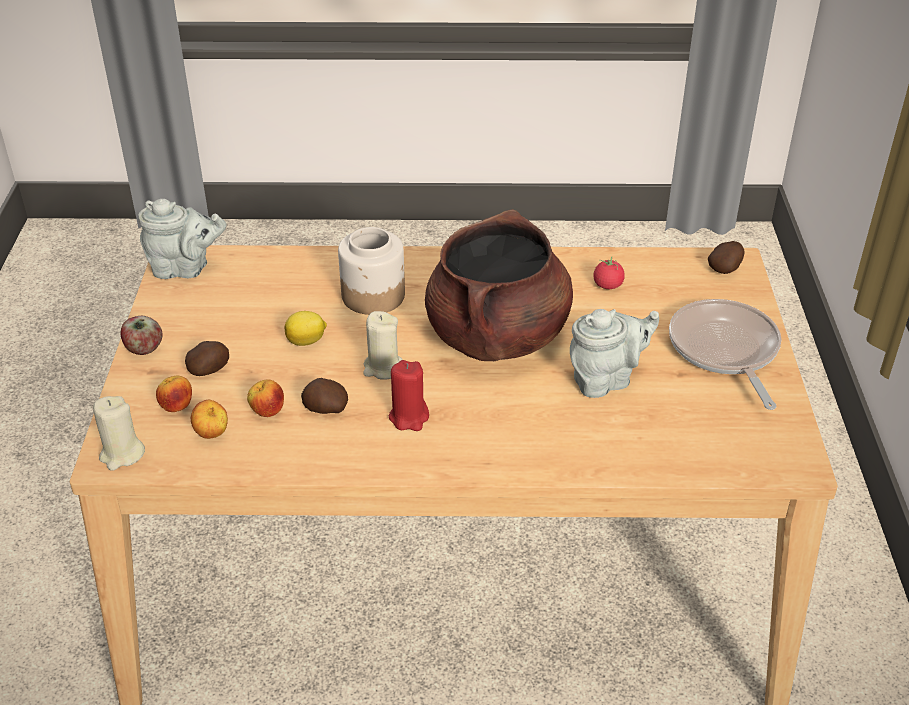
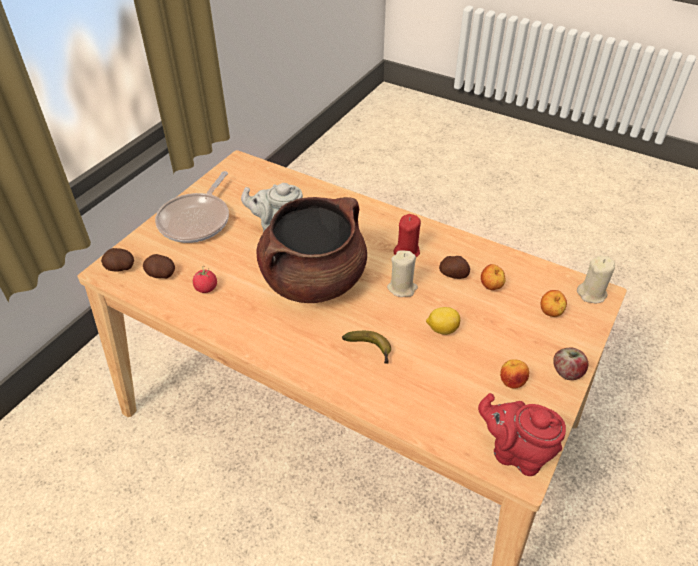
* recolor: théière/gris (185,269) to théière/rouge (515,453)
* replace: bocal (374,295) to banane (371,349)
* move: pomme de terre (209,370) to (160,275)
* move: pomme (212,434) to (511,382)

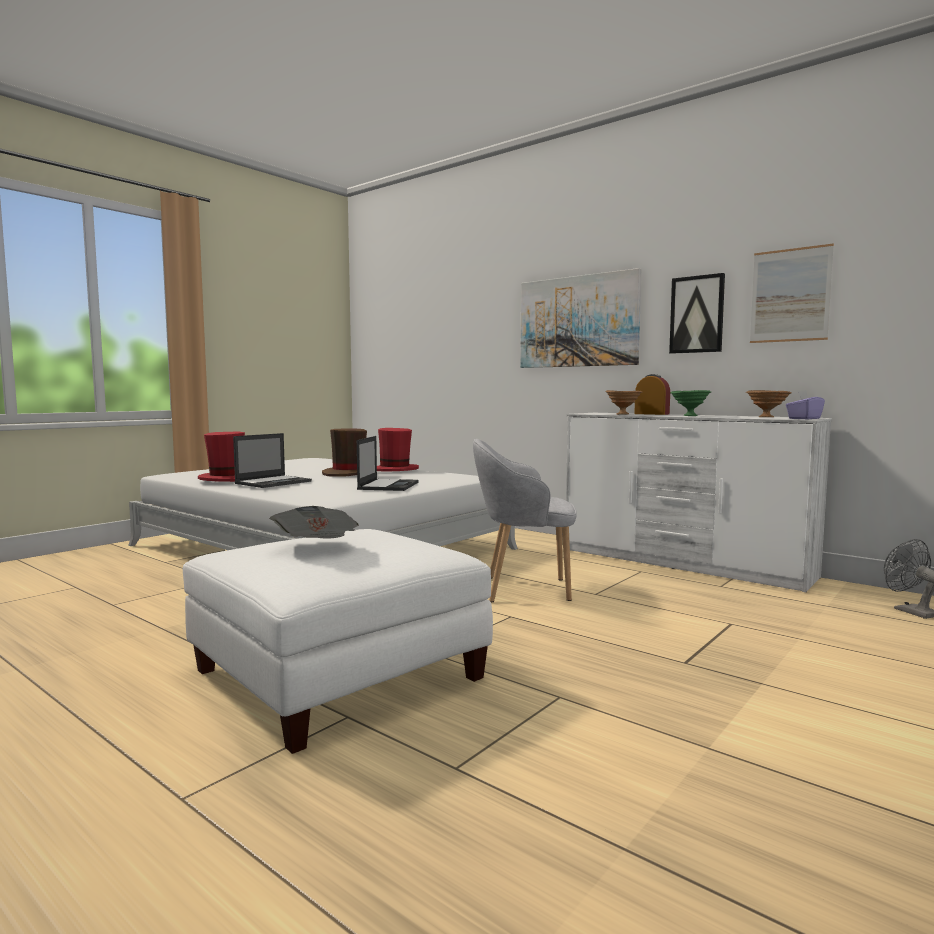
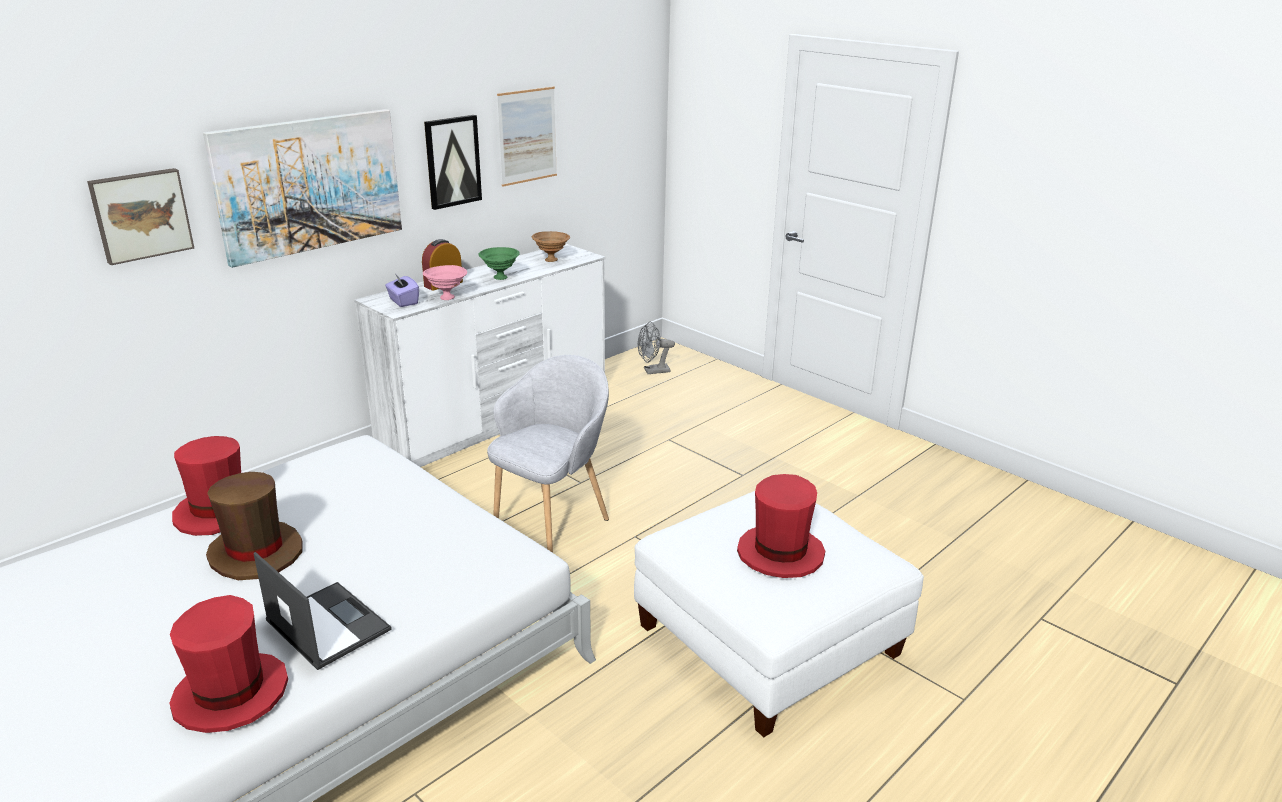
* recolor: bol/marron (622,414) to bol/rose (446,297)
* move: boîte à mouchoirs/violet (804,418) to (403,301)
* delete: ordinateur portable (388,485)
* rotate: fauteuil/gris (523,589) = (553,520) 150 degrees counterclockwise
* replace: journal (317,547) to chapeau/rouge (780,554)
* insert: tableau (141,215)

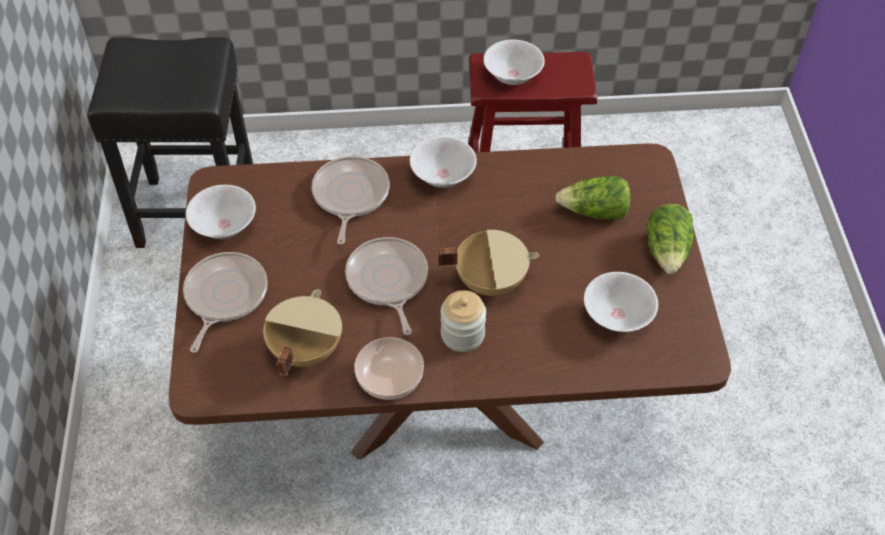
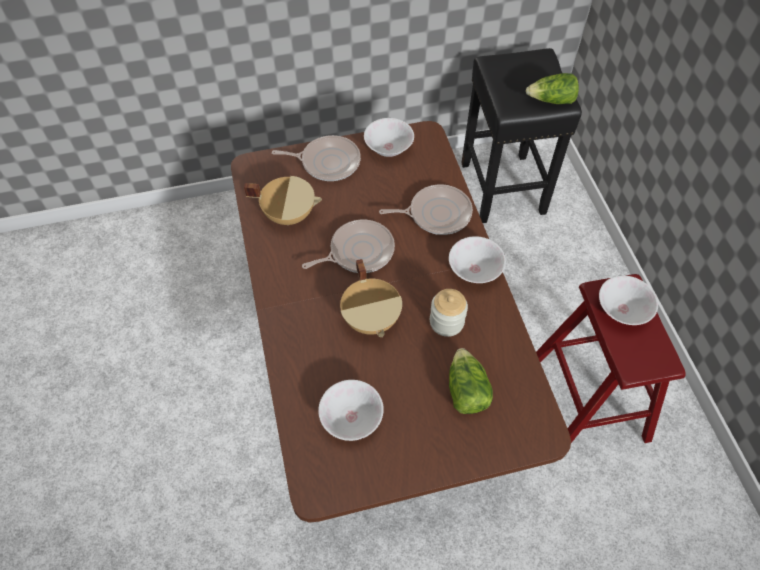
* move: laitue (667,251) to (551,100)
* move: bocal (462,334) to (446,322)
* delete: bol (390,378)

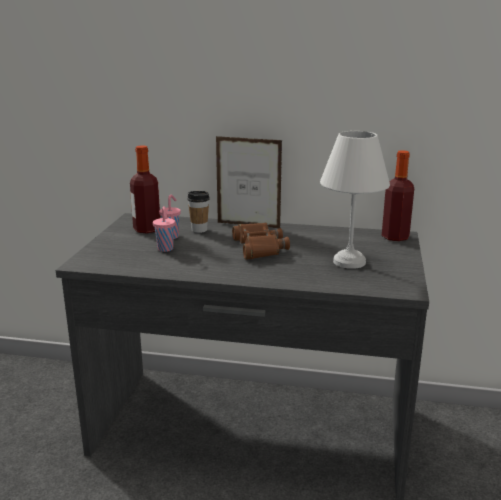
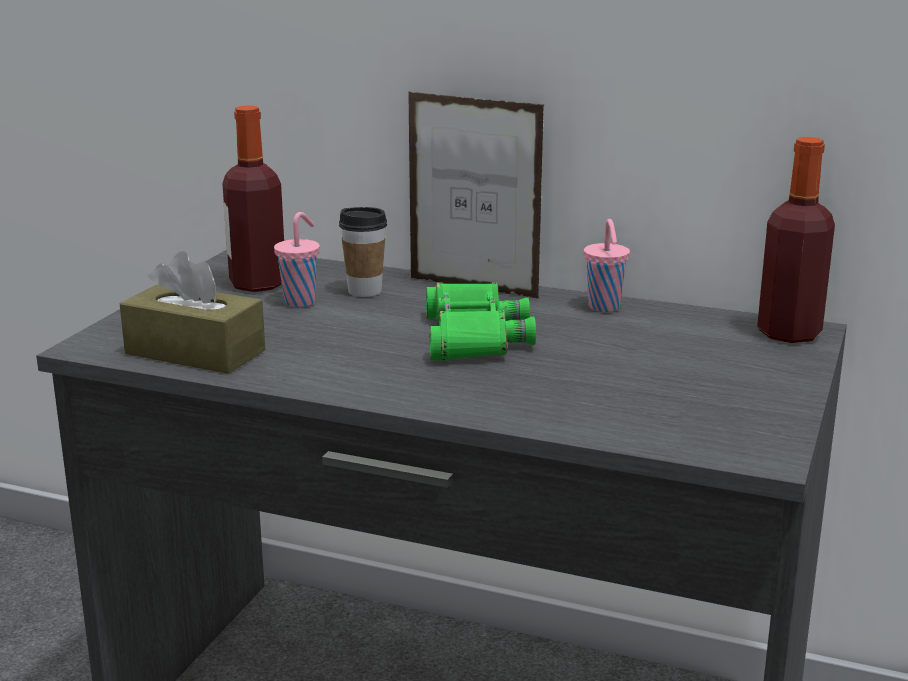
* delete: lampe de table/blanc (350,261)
* move: tasse/rose (165,249) to (604,308)
* recolor: jumelles/marron (259,247) to jumelles/vert (473,337)
* insert: boîte à mouchoirs/marron (195,352)

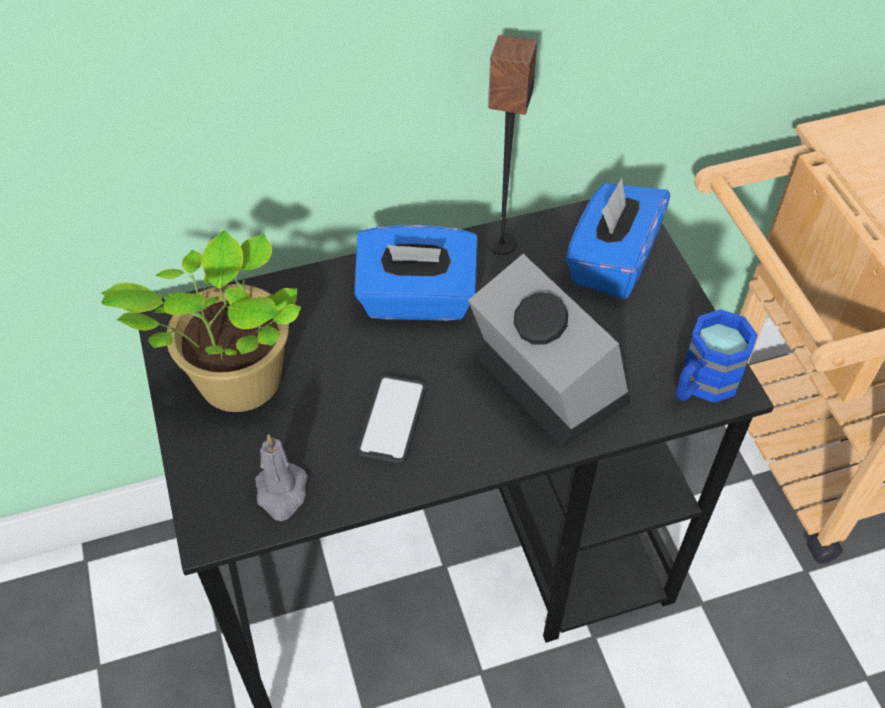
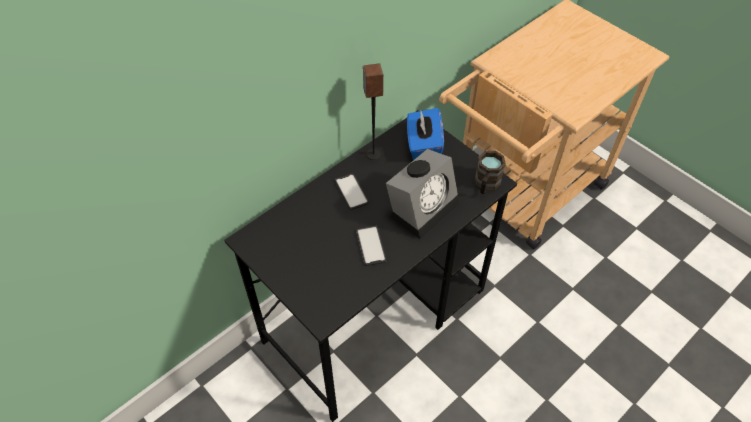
* replace: boîte à mouchoirs/bleu (417,300) to téléphone (351,192)
* delete: plante en pot (234,384)
* rotate: réveil (543,381) = (423,206) 105 degrees clockwise
* recolor: mug/bleu (701,384) to mug/marron (486,184)
* delete: bougie/gris (282,493)

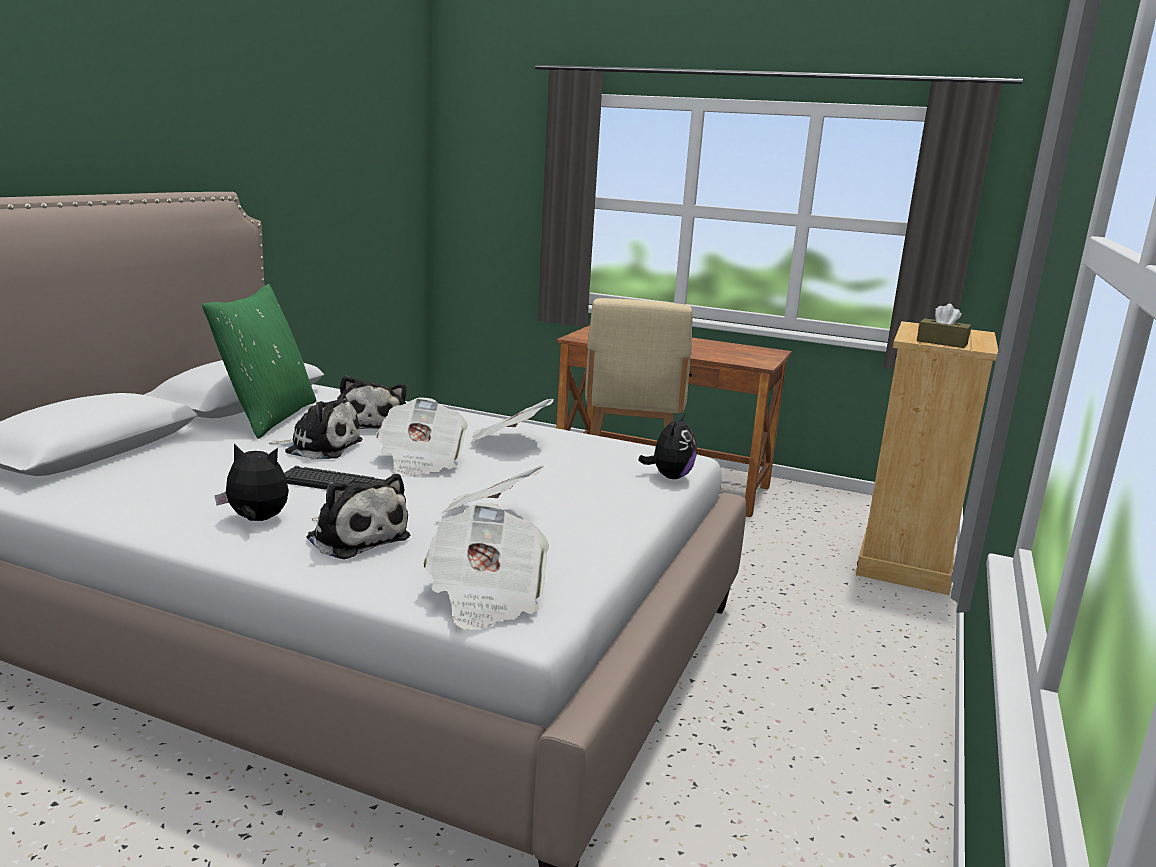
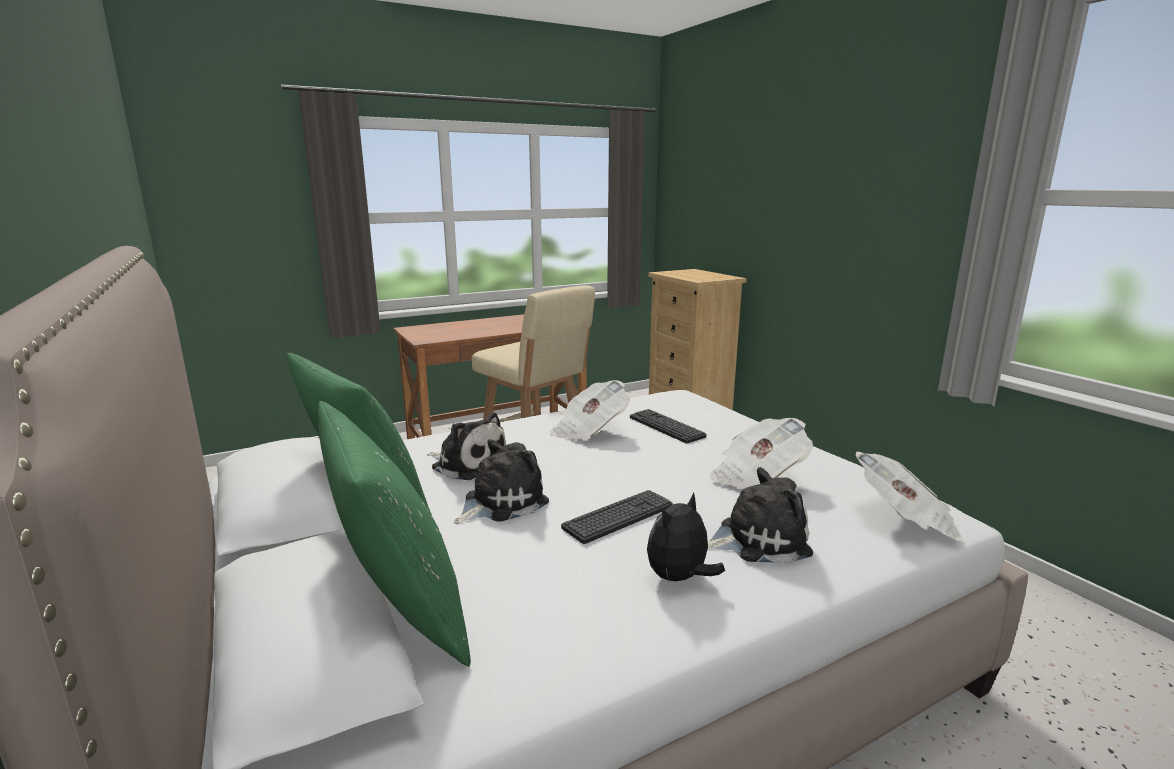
* delete: boîte à mouchoirs/marron (942,342)
* delete: journal (420,461)
* delete: peluche (669,477)
* insert: coussin/vert (400,612)
* insert: clavier (666,427)

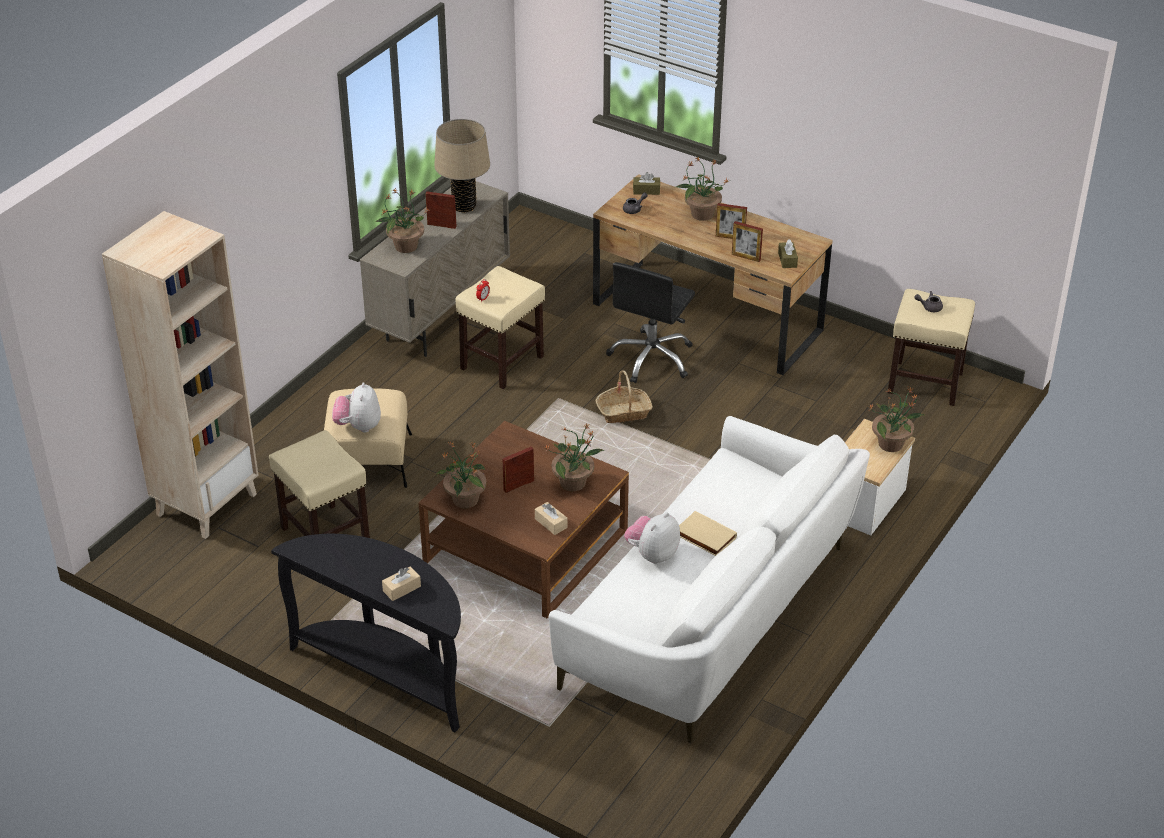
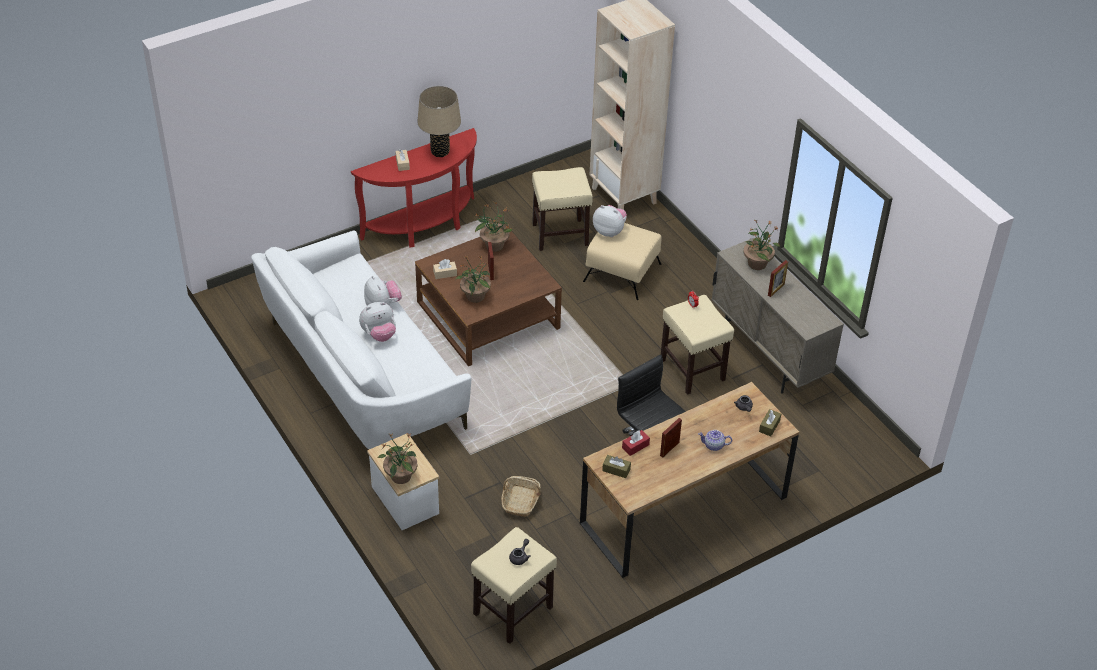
* move: lampe de table/beige (464,206) to (440,152)
* replace: plante en pot (701,214) to théière (714,445)
* replace: cadre photo (746,257) to boîte à mouchoirs/rouge (635,446)
* move: panier (624,412) to (520,501)
* replace: livre/beige (704,537) to peluche (379,334)
* recolor: table console/noir (387,673) to table console/rouge (425,227)

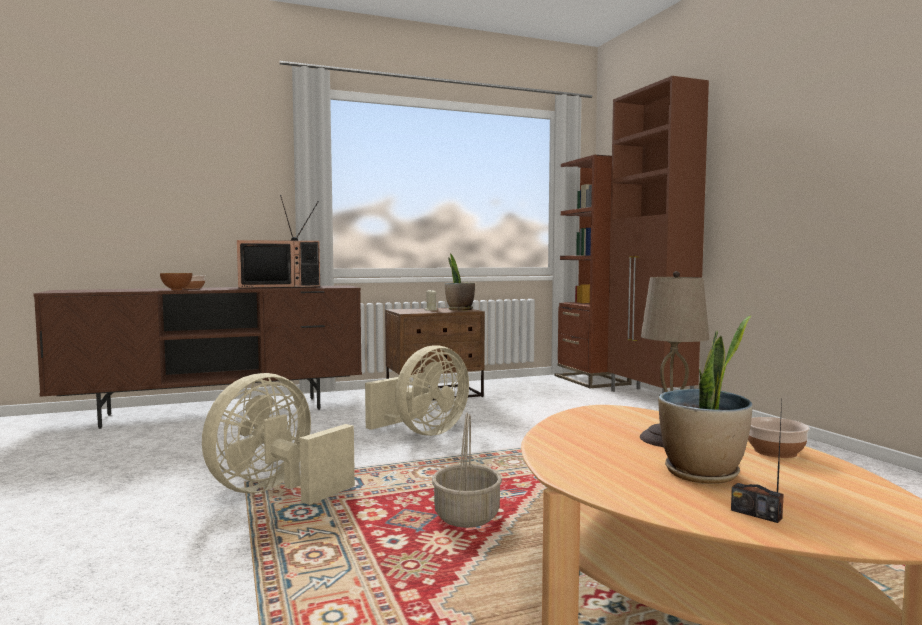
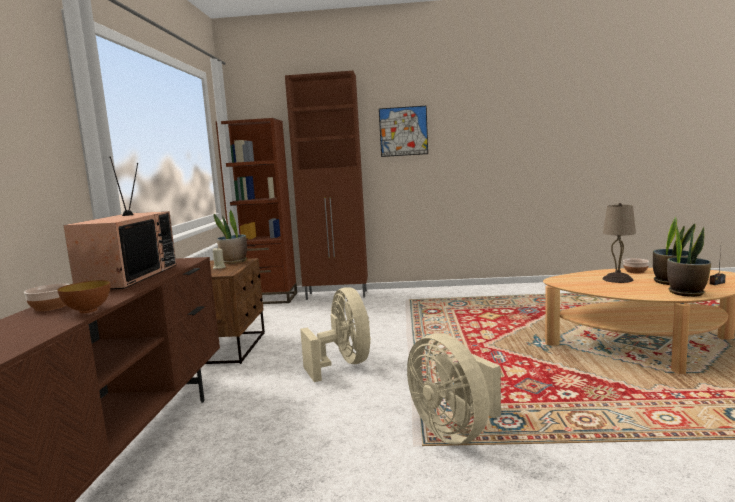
* delete: panier (466,515)
* insert: tableau (403,131)
* insert: plante en pot (686,293)

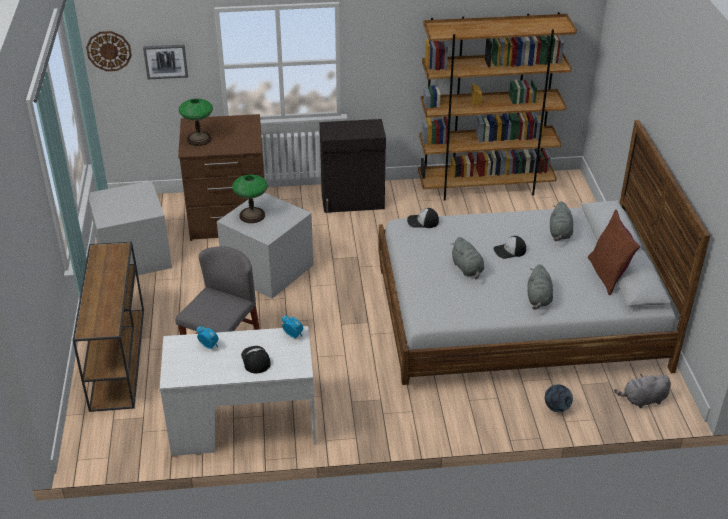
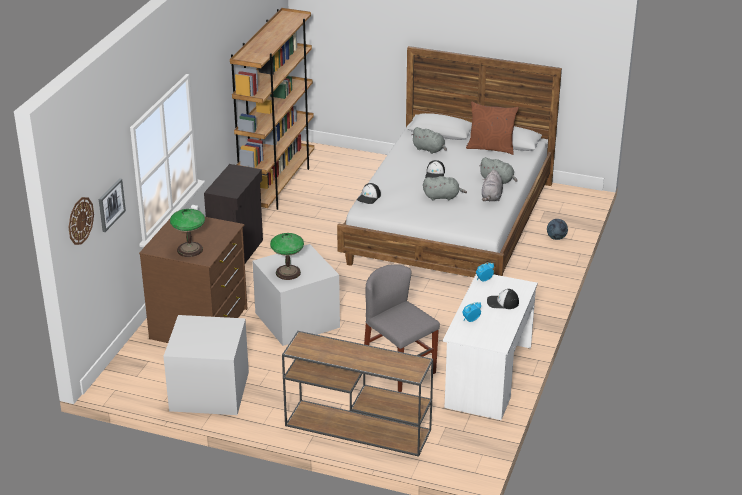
* move: peluche/gris (643,400) to (491,197)

